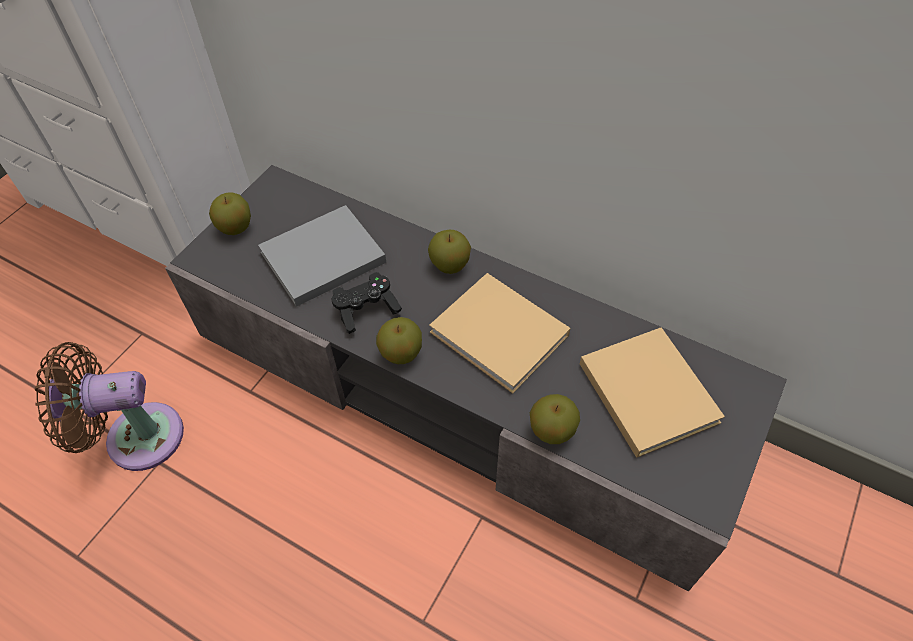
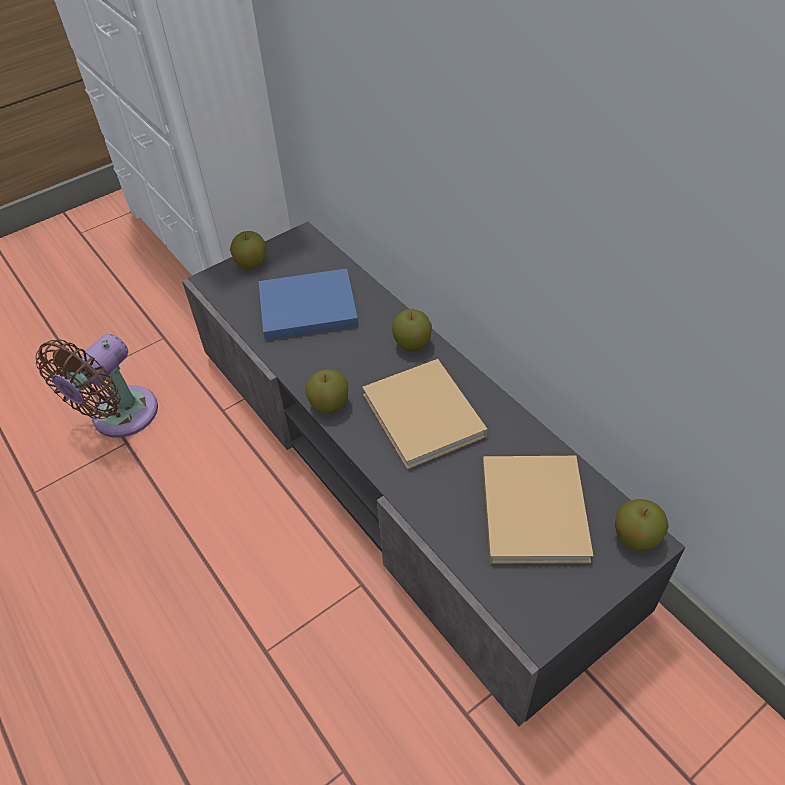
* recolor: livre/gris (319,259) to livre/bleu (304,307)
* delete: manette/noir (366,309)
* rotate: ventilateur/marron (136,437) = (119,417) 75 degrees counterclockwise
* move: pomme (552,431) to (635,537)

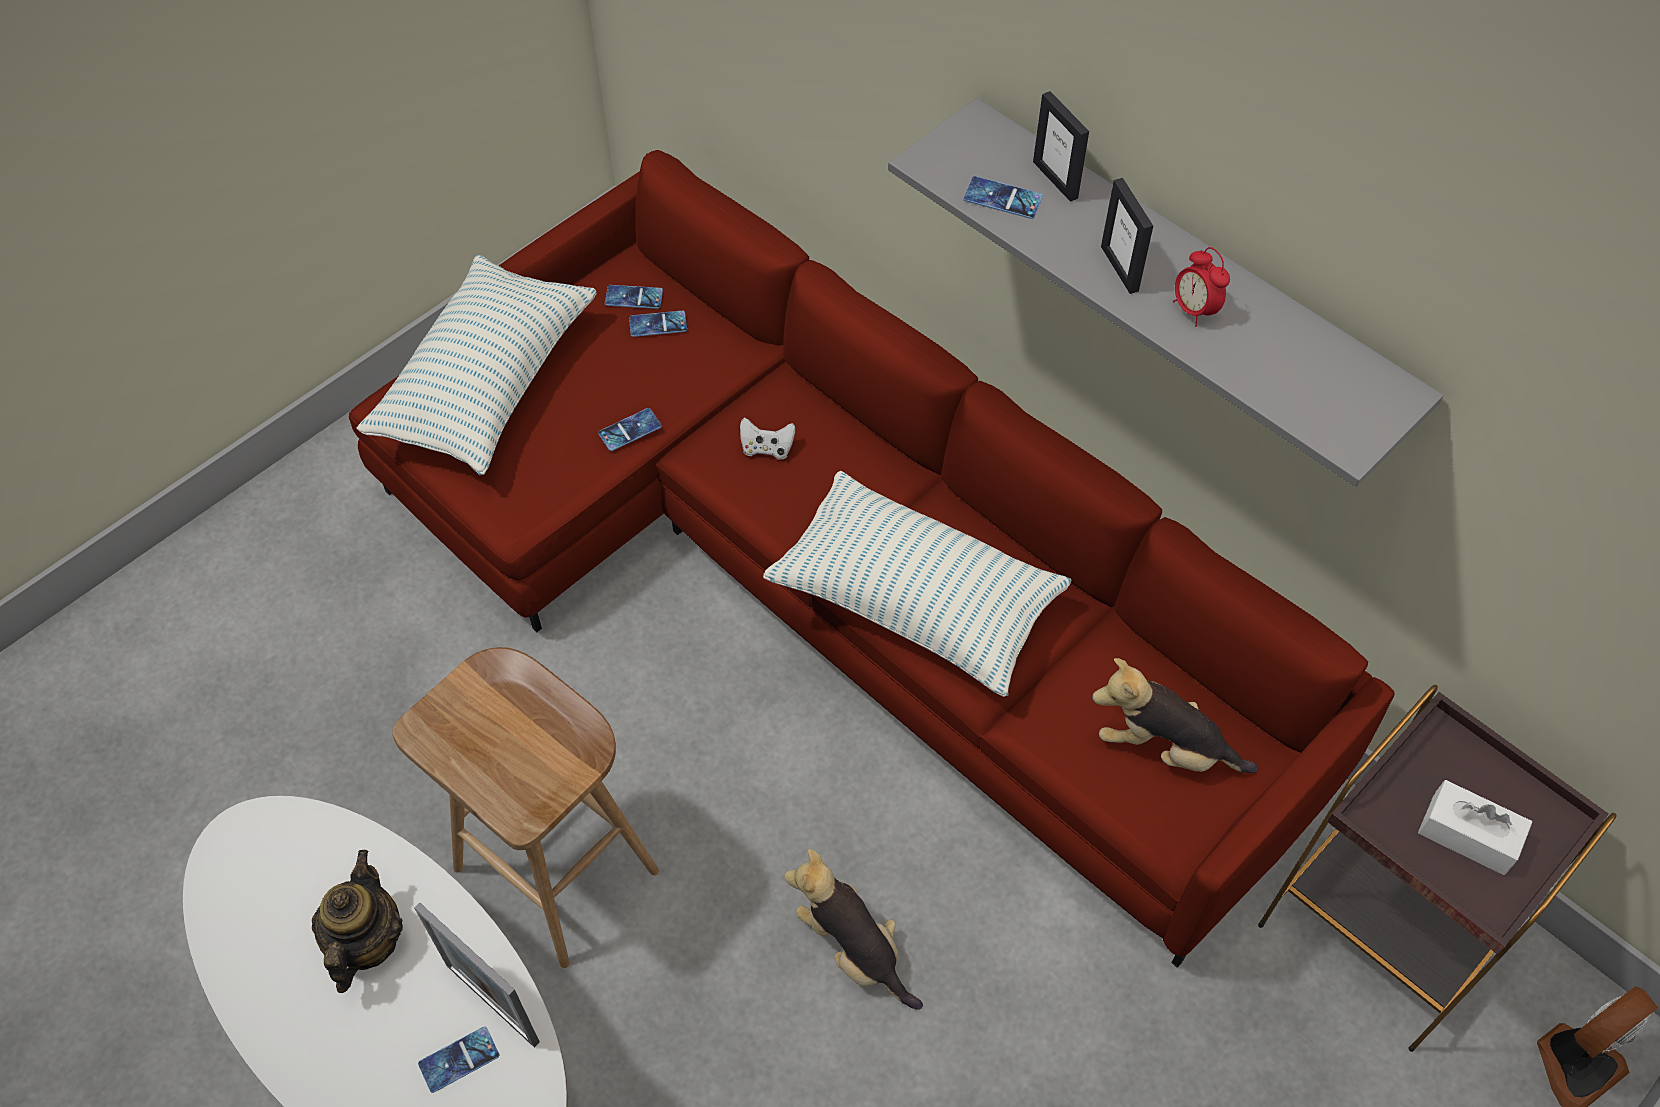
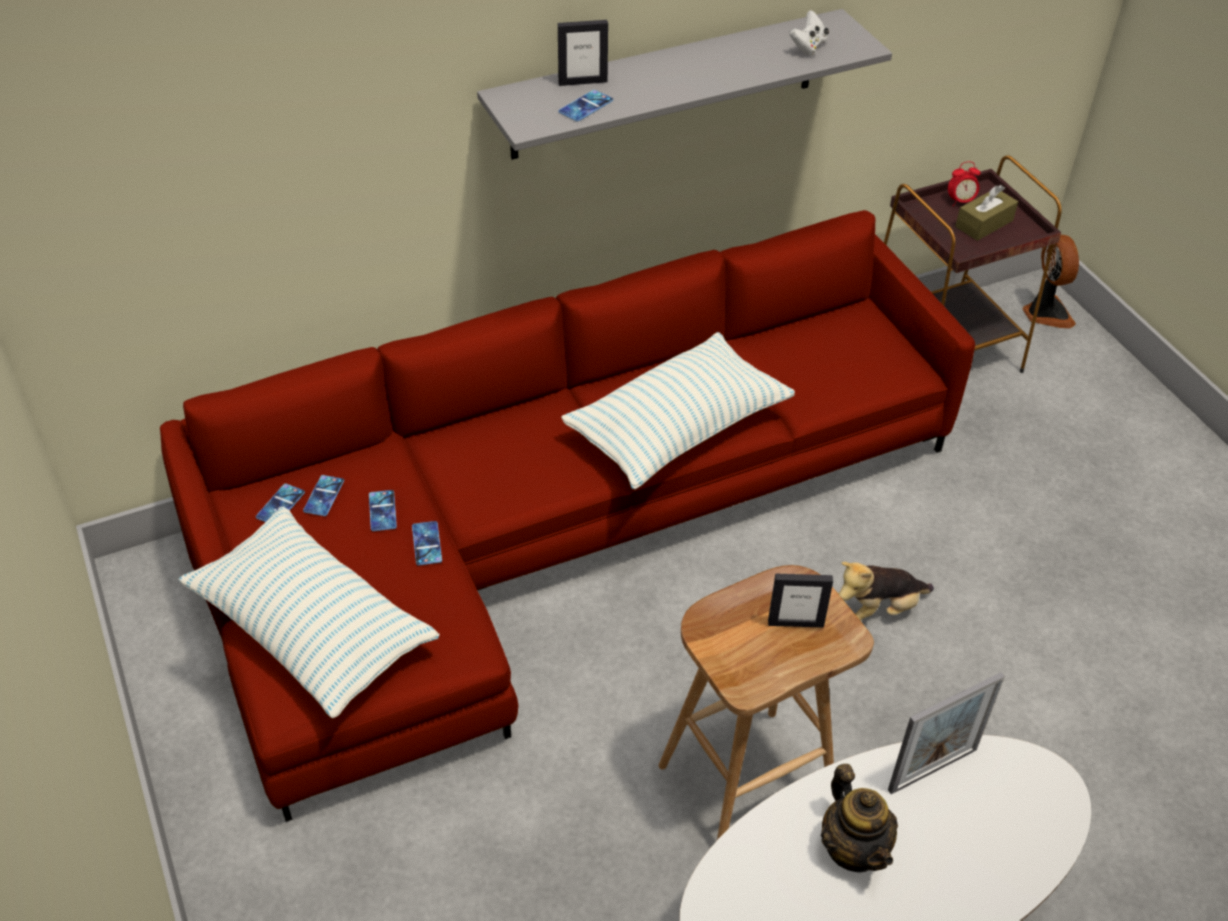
* move: cadre photo (1120,268) to (795,623)
* move: réveil (1194,310) to (960,201)
* move: manette/blanc (767,448) to (808,47)
* delete: peluche (1163,747)
* recolor: boîte à mouchoirs/blanc (1468,835) to boîte à mouchoirs/marron (984,224)
* rotate: théière (366,942) = (853,848) 135 degrees counterclockwise
* move: téléphone (459,1059) to (382,511)

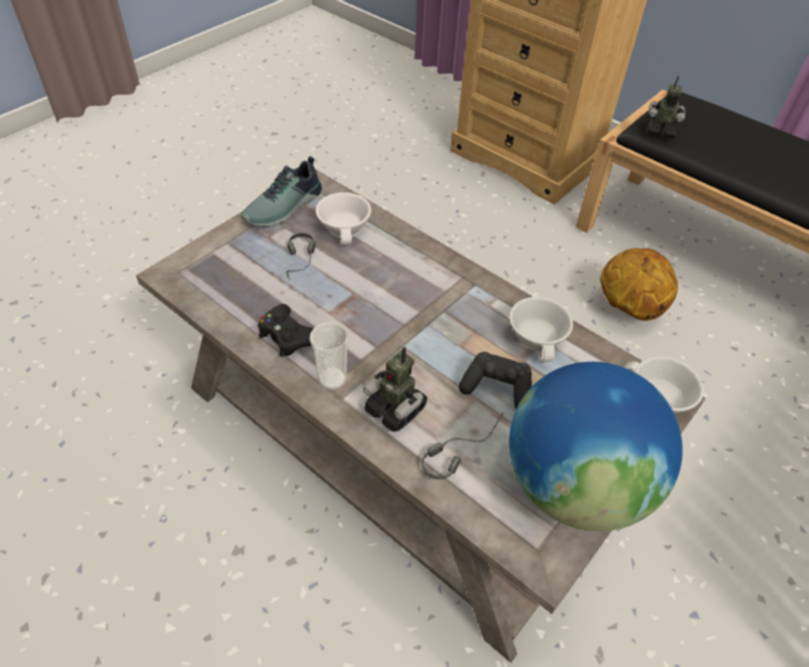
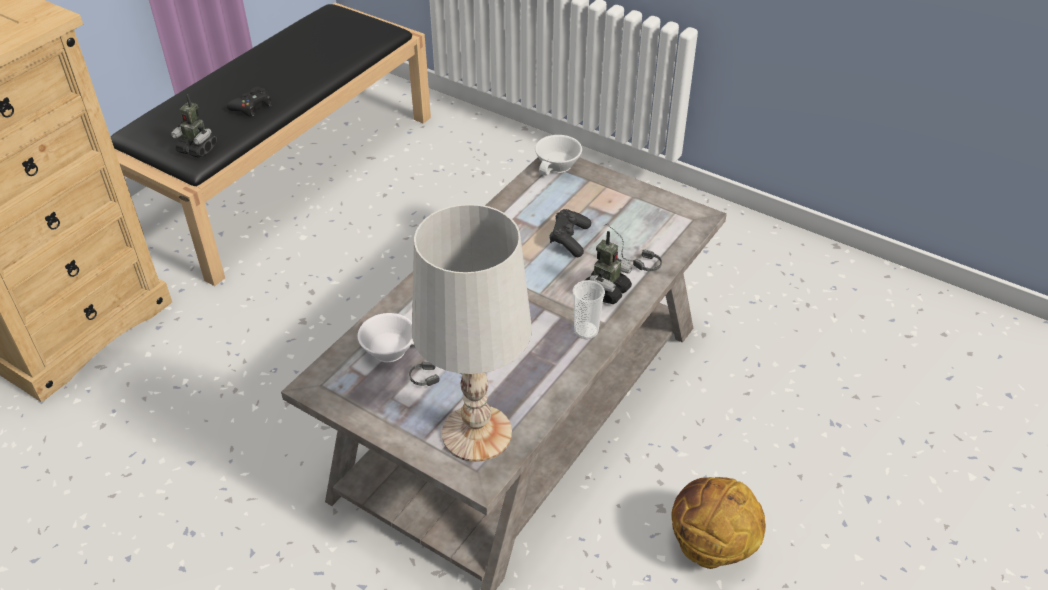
* rotate: robot jouet (660,131) = (198,149) 75 degrees counterclockwise
* delete: chaussure (285,208)
* move: ballon de basket (628,308) to (710,546)
* delete: tasse/blanc (539,339)
* move: manette/noir (288,336) to (252,107)
* delete: globe (575,485)
* insert: lampe de table/blanc (476,432)

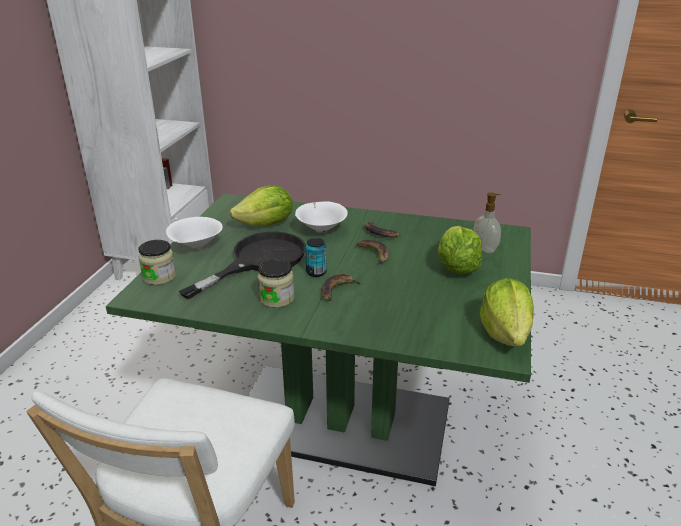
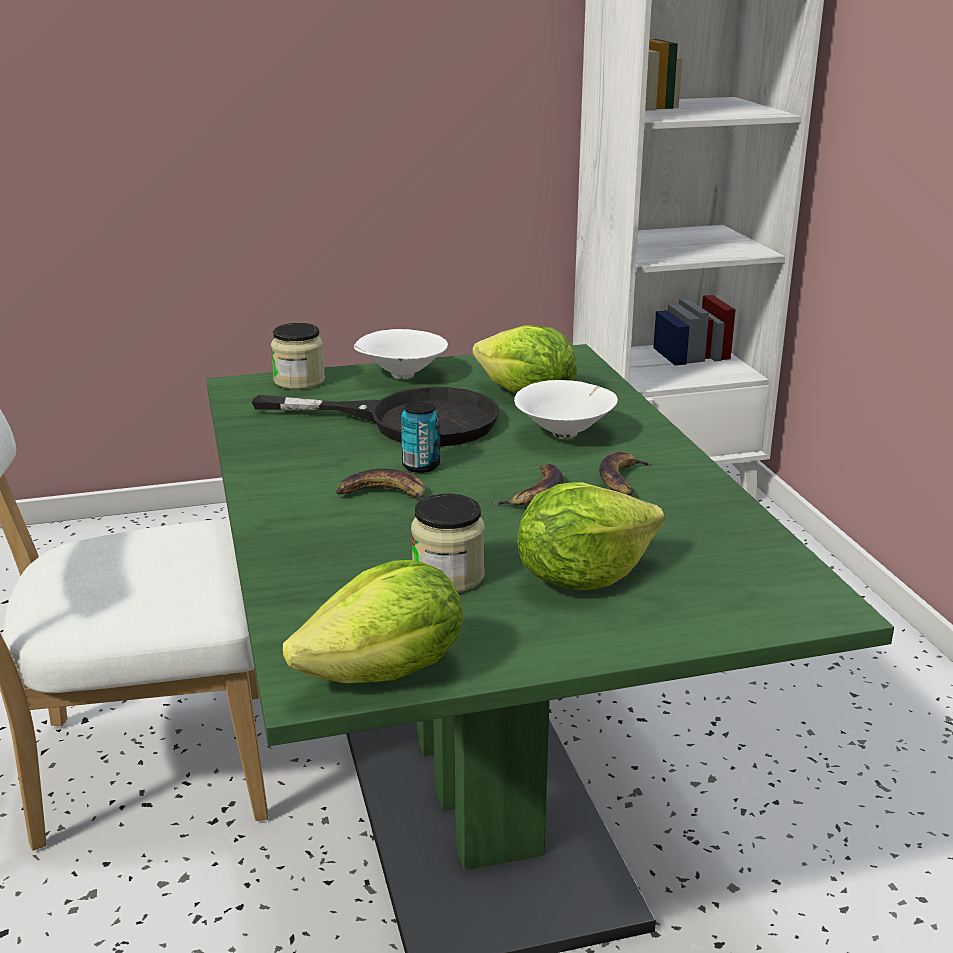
* delete: distributeur de savon (485,248)
* move: bocal (277,298) to (448,576)

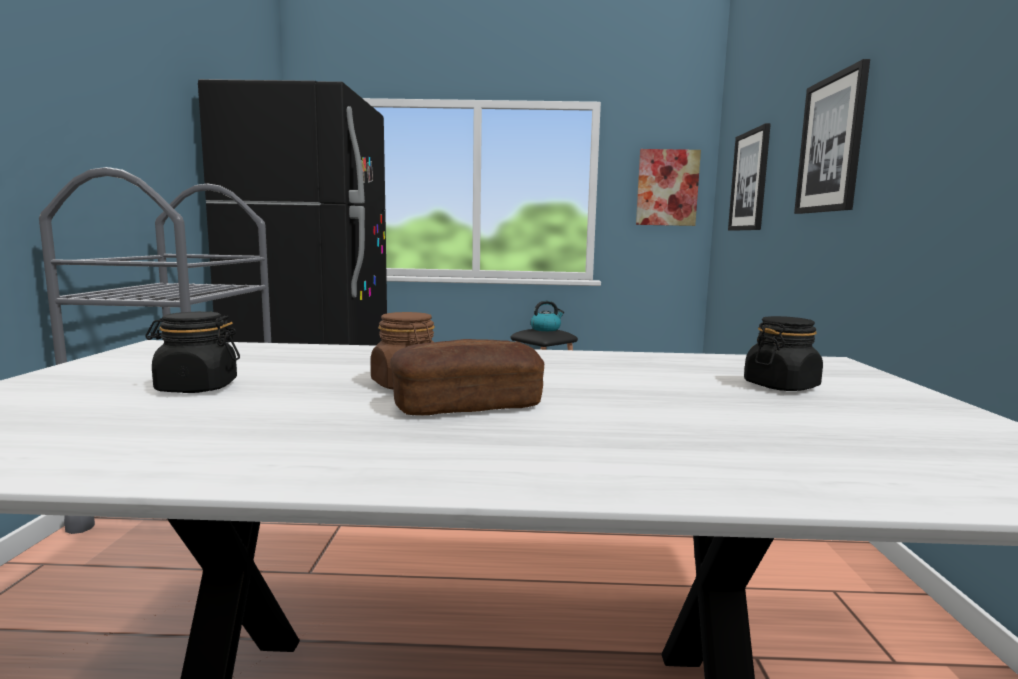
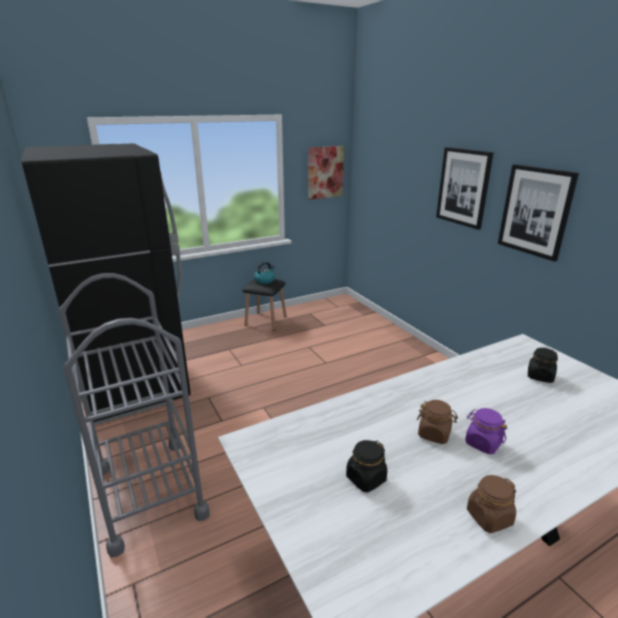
* move: tableau (750,181) to (535,211)
* replace: pain (467,406) to bocal/violet (482,443)
* insert: bocal/marron (489,517)

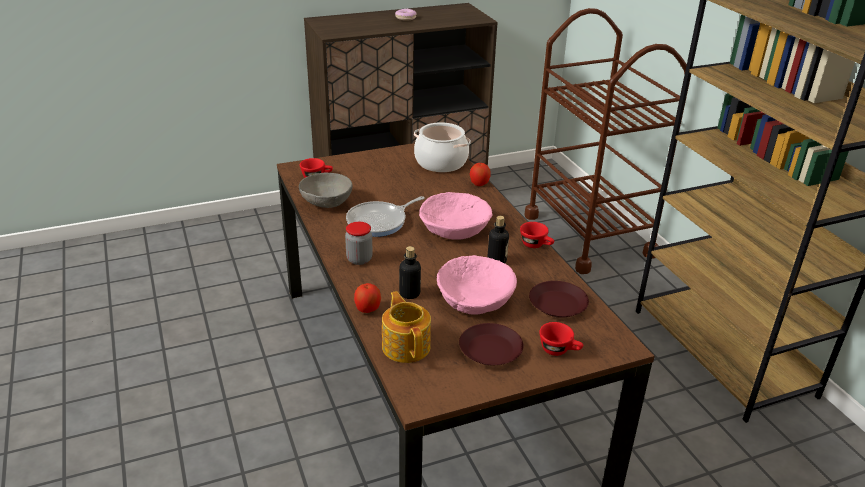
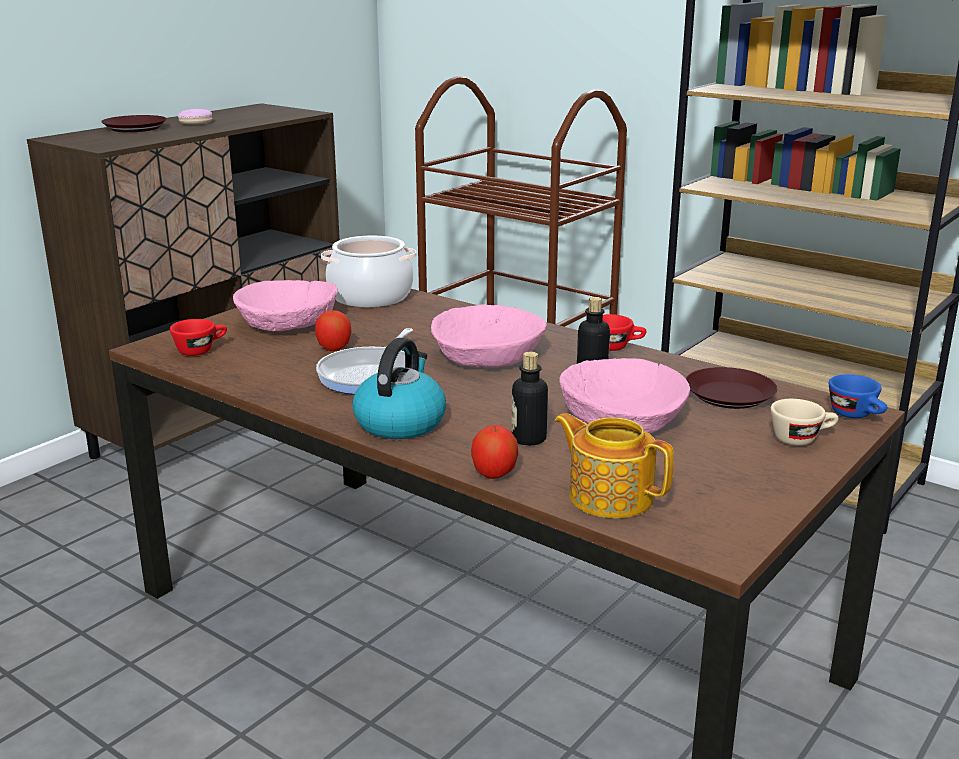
* move: pomme (479,184) to (334,348)
* delete: bol/gris (327,203)
* replace: bocal (359,259) to bouilloire (400,422)
* recolor: tasse/rouge (559,350) to tasse/beige (801,438)
* move: assiette/marron (491,350) to (135,128)
* insert: bol/rose (287,323)
* insert: tasse/bleu (857,415)

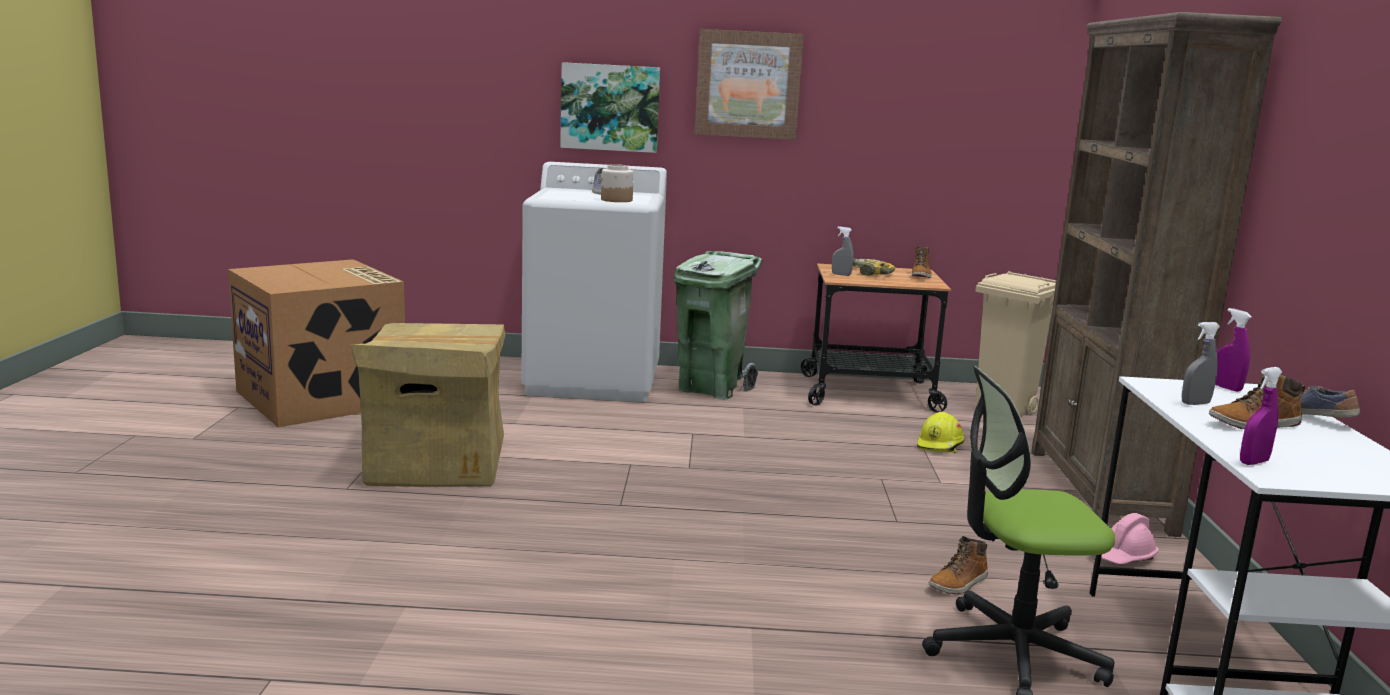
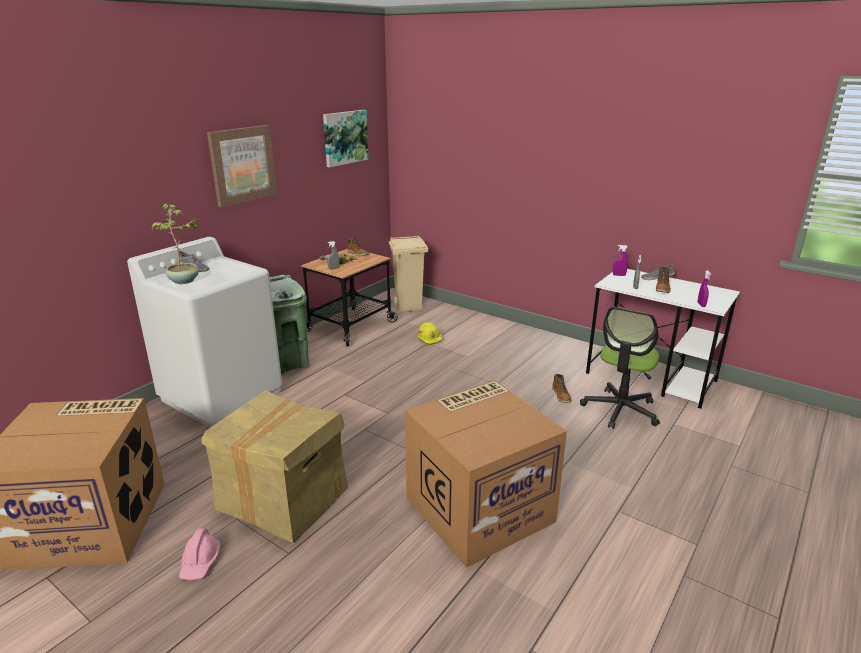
* delete: bibliothèque/marron (1099,491)
* move: tableau (610,107) to (345,137)
* delete: bocal (616,200)
* move: casque de chantier/rose (1123,557) to (200,562)
* insert: plante en pot (184,281)
* insert: carton (479,508)

